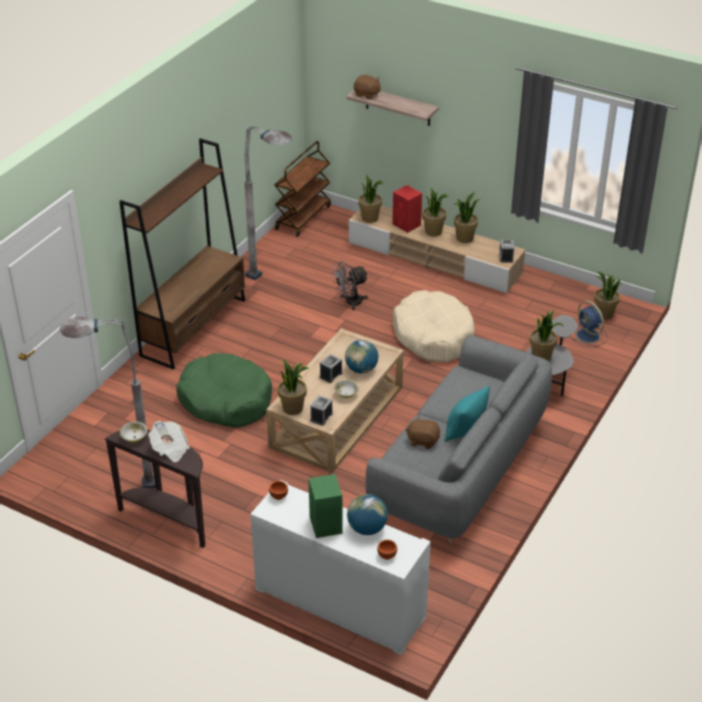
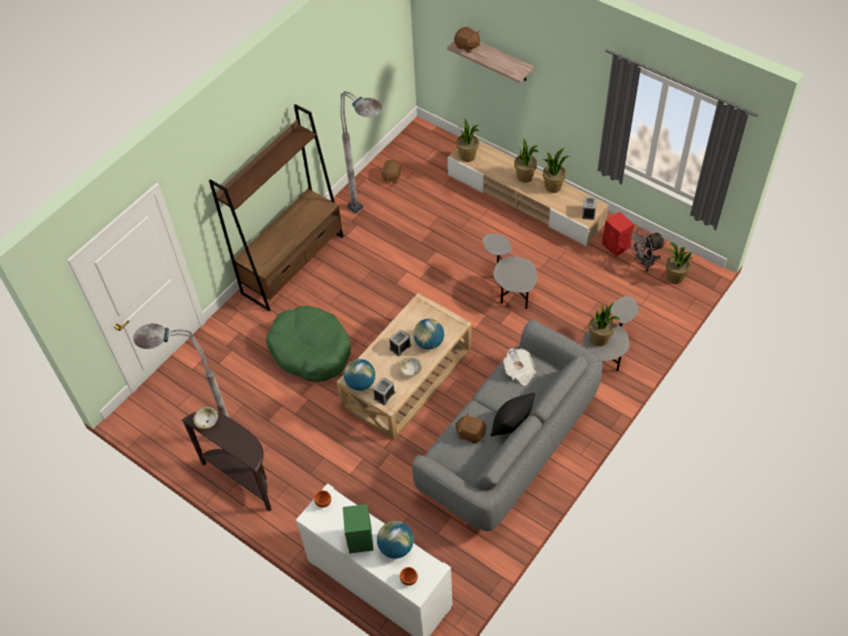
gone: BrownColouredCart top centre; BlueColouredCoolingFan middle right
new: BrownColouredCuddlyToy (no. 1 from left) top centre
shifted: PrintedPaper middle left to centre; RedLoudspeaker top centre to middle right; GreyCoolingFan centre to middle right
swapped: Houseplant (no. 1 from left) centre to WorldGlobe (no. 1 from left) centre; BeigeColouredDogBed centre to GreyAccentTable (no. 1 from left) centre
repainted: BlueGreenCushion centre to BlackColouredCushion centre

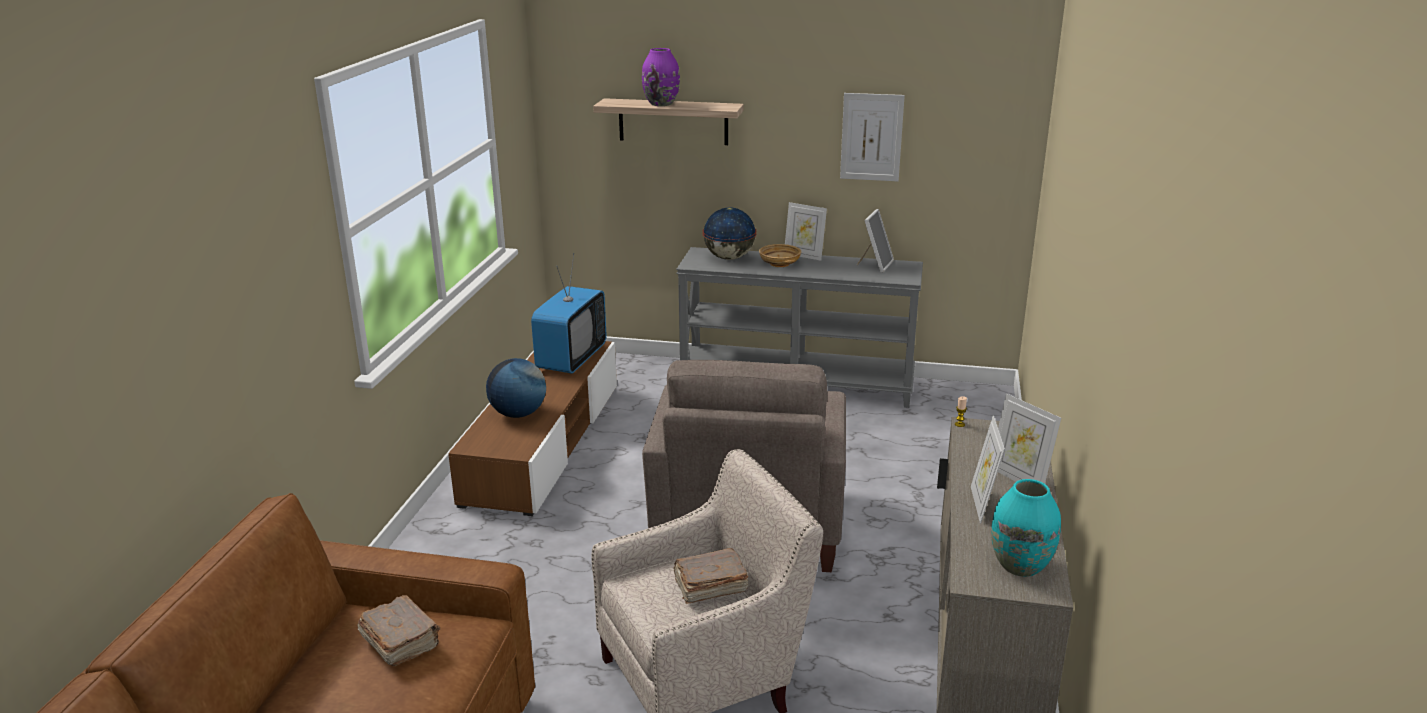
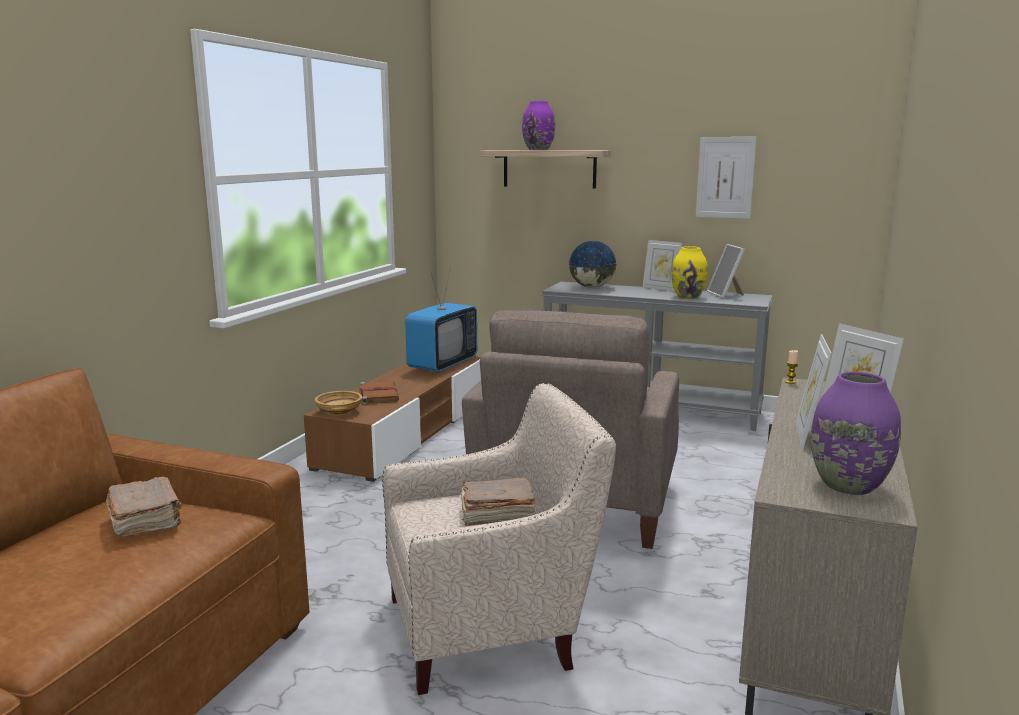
new: YellowColouredDecorativeVase middle right
shifted: BeigeColouredDeepDish centre to middle left
swapped: WorldGlobe (no. 1 from left) centre to BrownColouredBoundBook (no. 2 from left) centre
repainted: BlueGreenDecorativeVase bottom right to PurplishDecorativeVase (no. 2 from left) middle right
rotated: PhotoFrame (no. 2 from left) centre = middle right 135 degrees clockwise

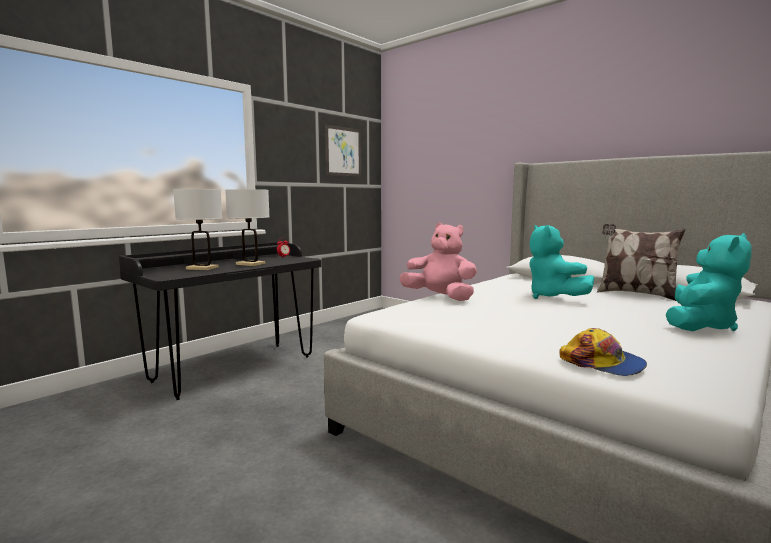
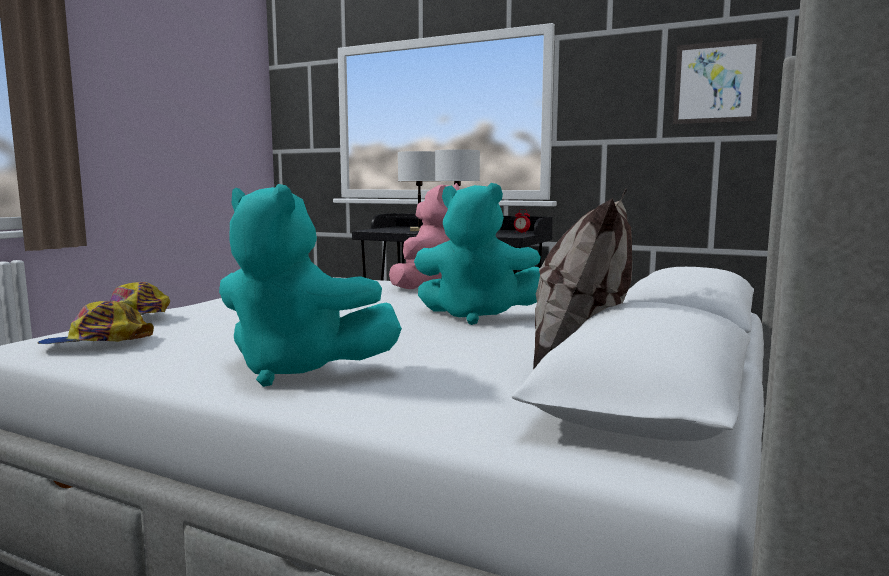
new: PeakedCap (no. 1 from left) middle left
rotated: BlueGreenCuddlyToy (no. 1 from left in the first image) middle right = centre 135 degrees counterclockwise

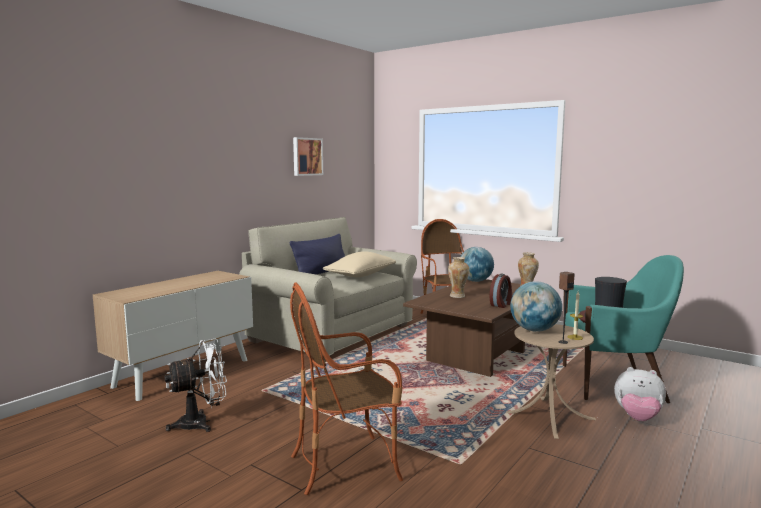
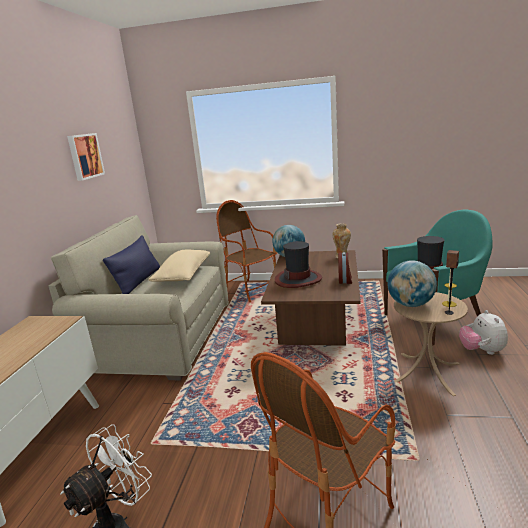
swapped: DecorativeVase (no. 1 from left) centre to ClothingHat (no. 1 from left) centre
rotated: CuddlyToy bottom right = middle right 90 degrees clockwise

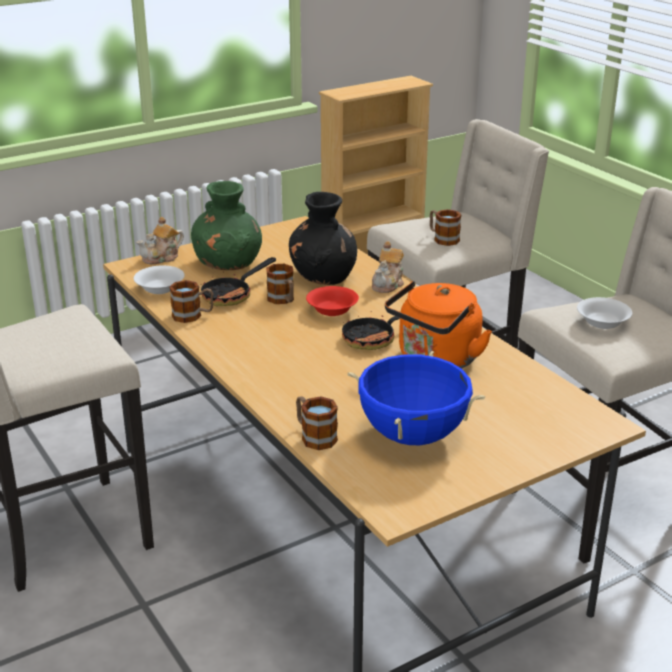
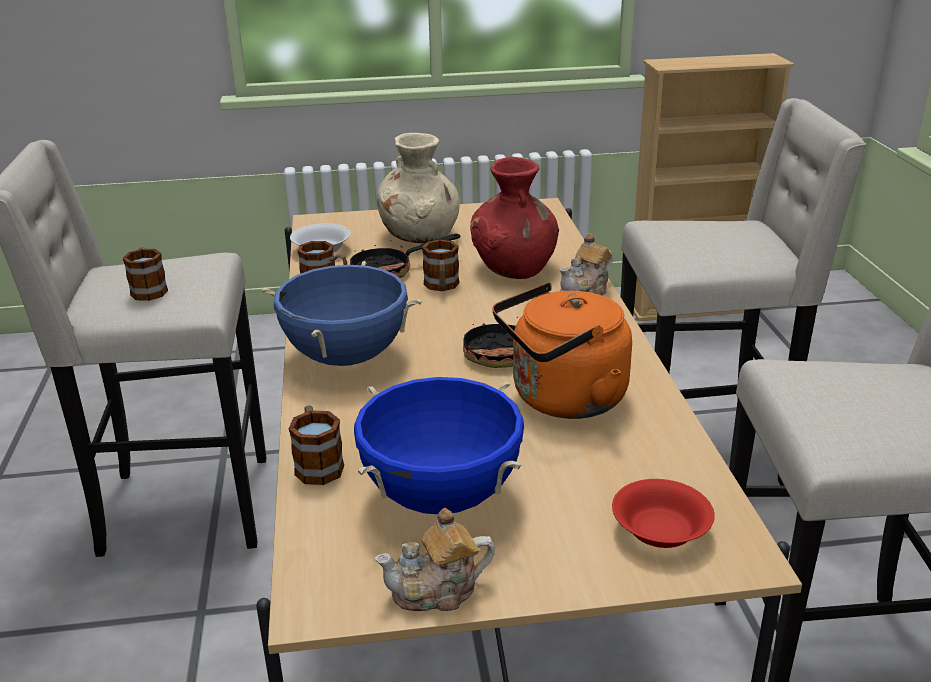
gone: WhiteColouredDeepDish (no. 2 from left) middle right
new: BlueColouredCookingPot (no. 1 from left) centre
shifted: Mug (no. 4 from left in the first image) centre to Mug (no. 1 from left) middle left; TeaPot (no. 1 from left) middle left to bottom centre; RedDeepDish centre to bottom right
repainted: GreenDecorativeVase centre to BeigeColouredDecorativeVase top centre; BlackColouredDecorativeVase centre to RedDecorativeVase top centre

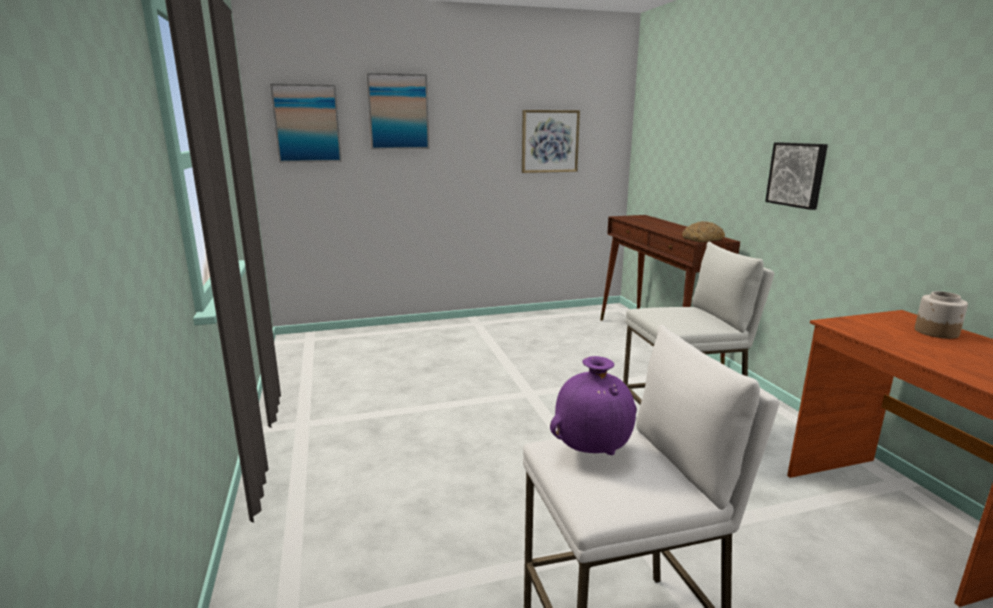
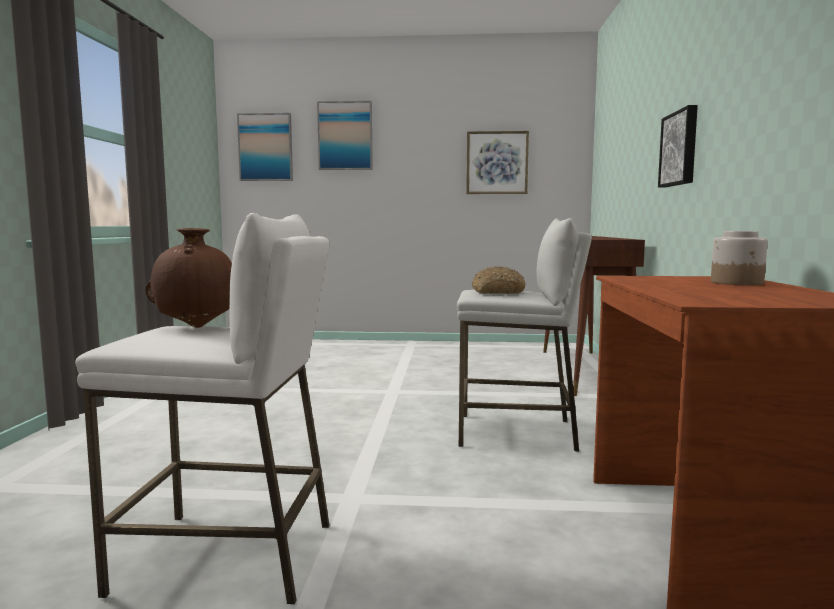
shifted: BakeryBread middle right to centre
repainted: PurplishDecorativeVase centre to BrownColouredDecorativeVase middle left

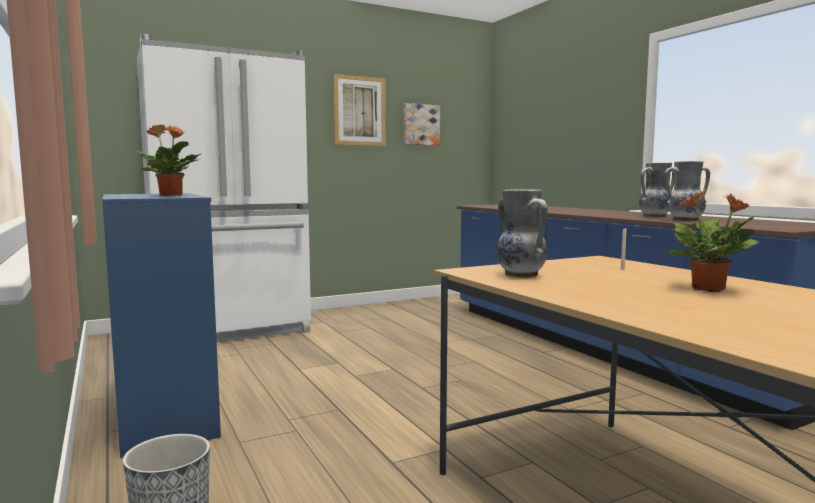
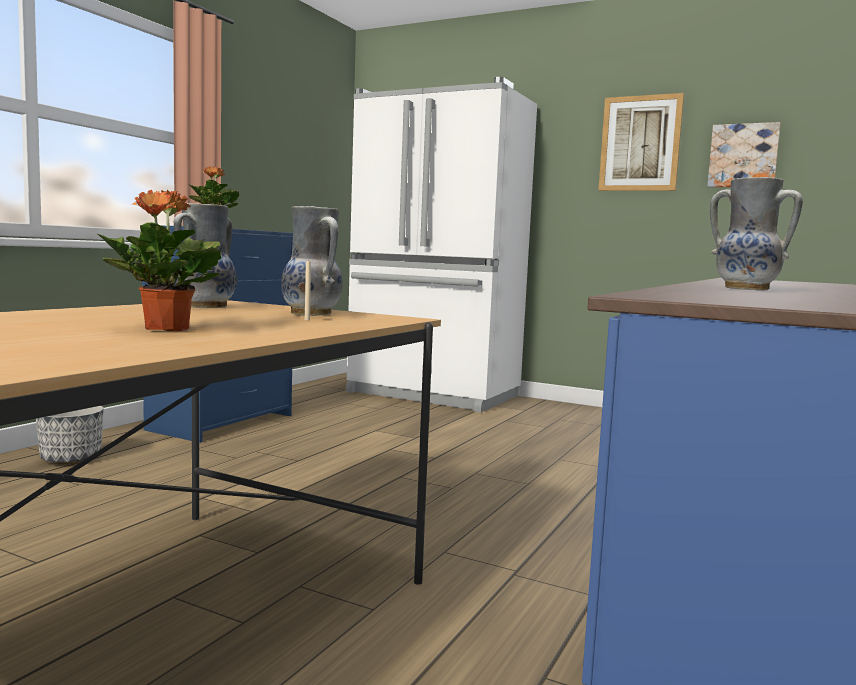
shifted: DecorativeVase (no. 3 from left in the first image) middle right to DecorativeVase (no. 2 from left) centre

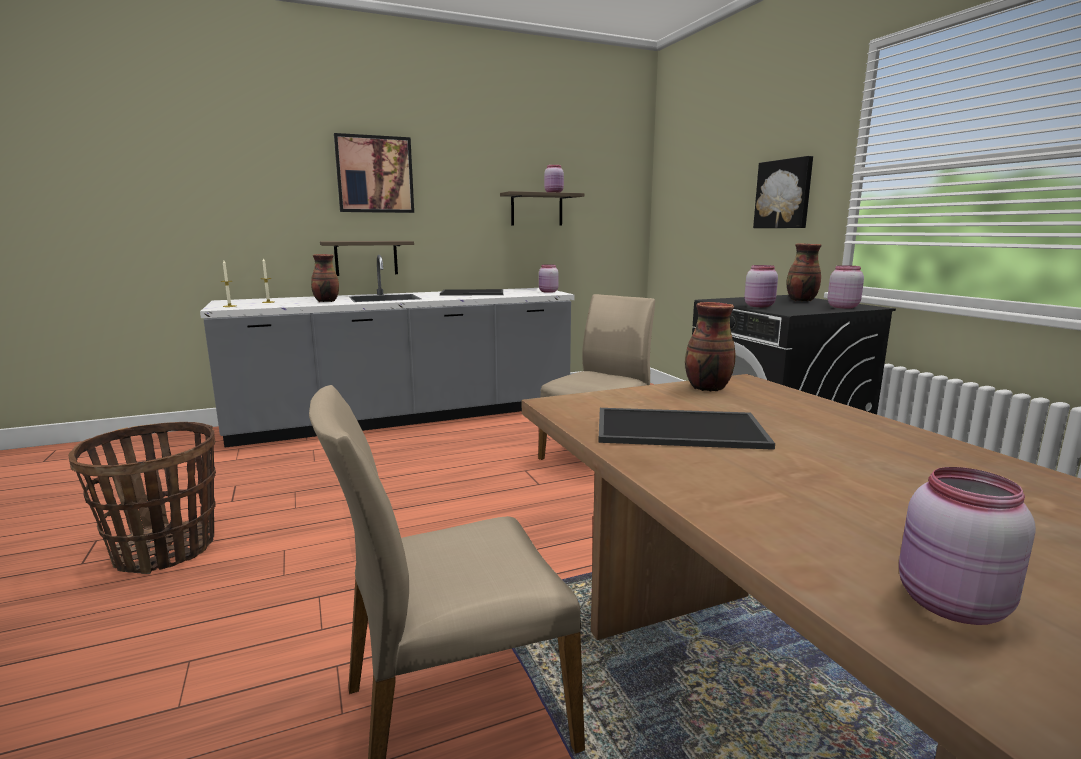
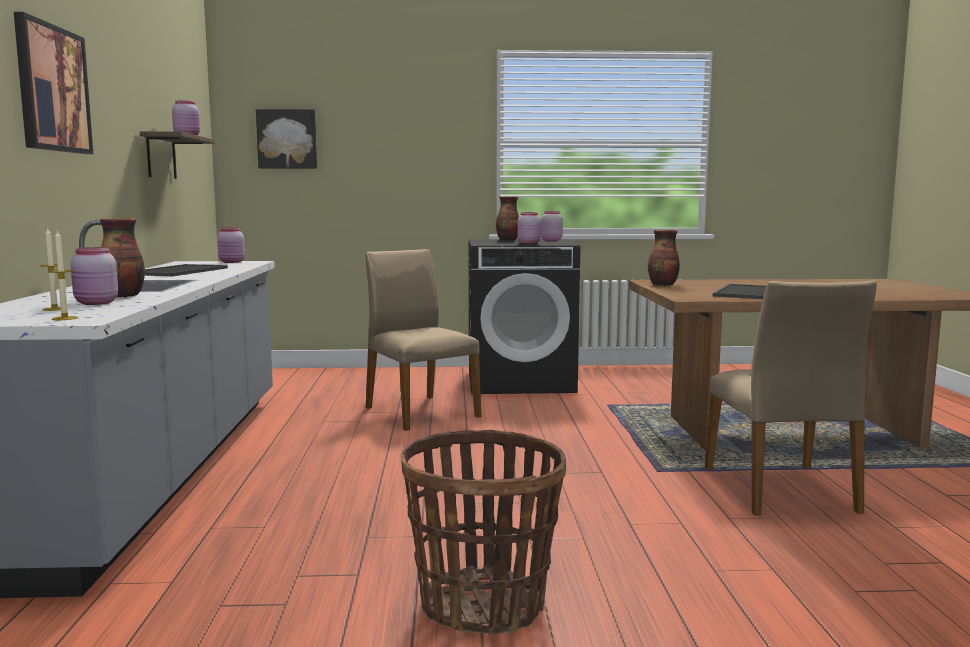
gone: BracketShelf (no. 1 from left) centre
shifted: PinkColouredPreserveJar (no. 5 from left in the first image) bottom right to PinkColouredPreserveJar (no. 1 from left) middle left; WallPicture (no. 2 from left) top right to top left

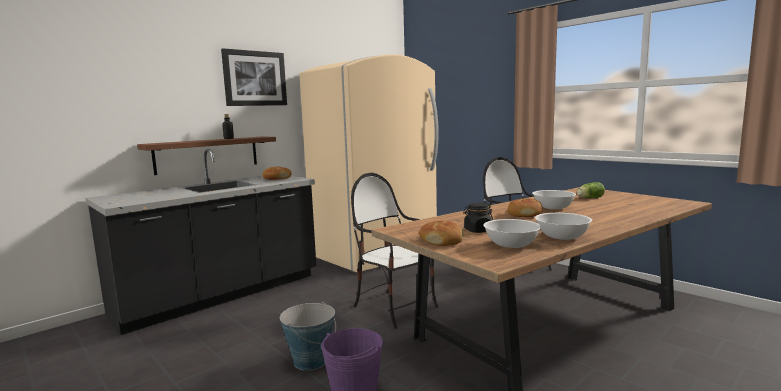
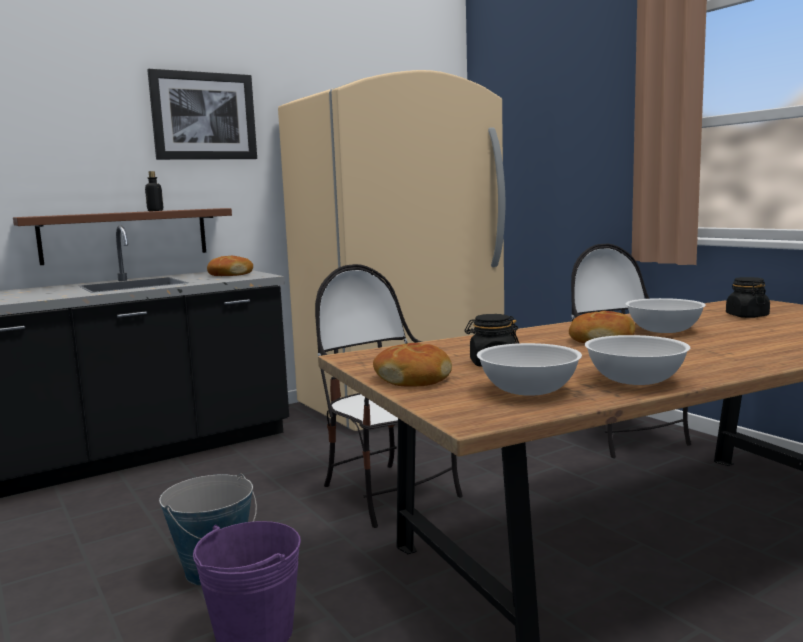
swapped: Lettuce middle right to BlackColouredPreserveJar (no. 2 from left) middle right

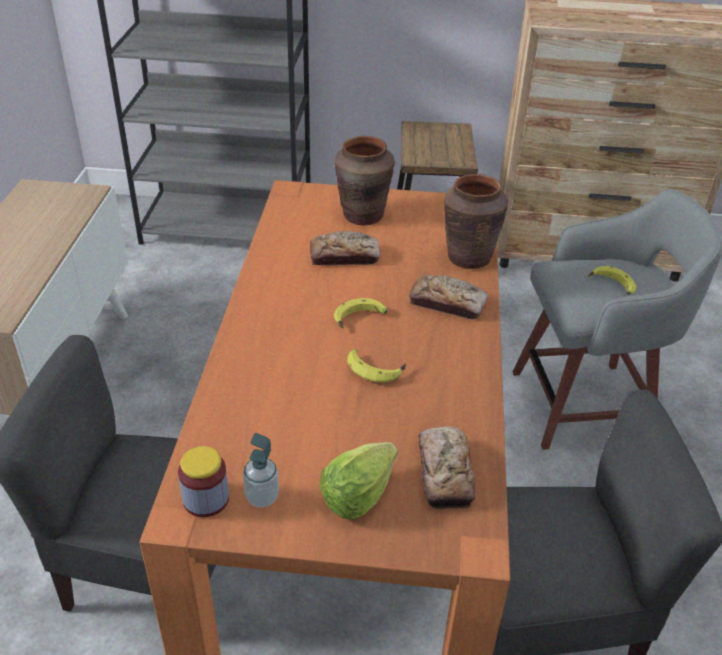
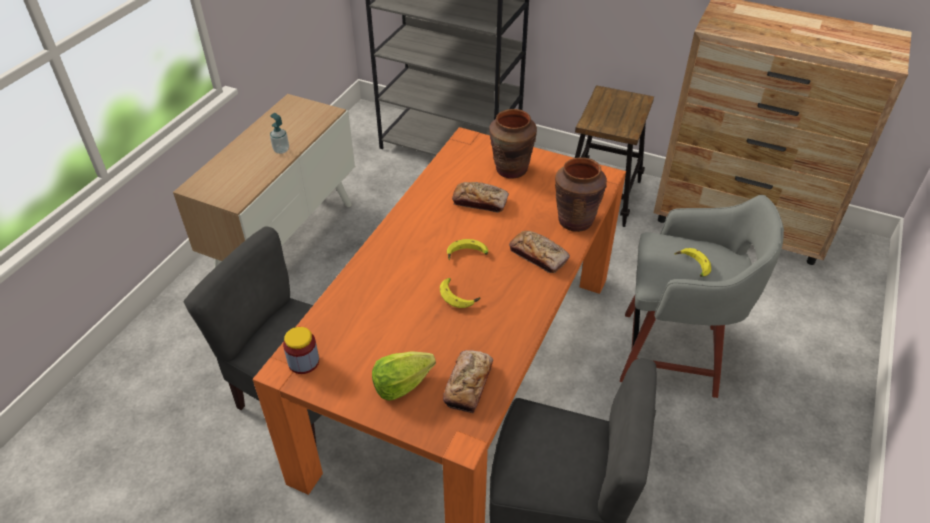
shifted: SoapBottle bottom centre to top left

